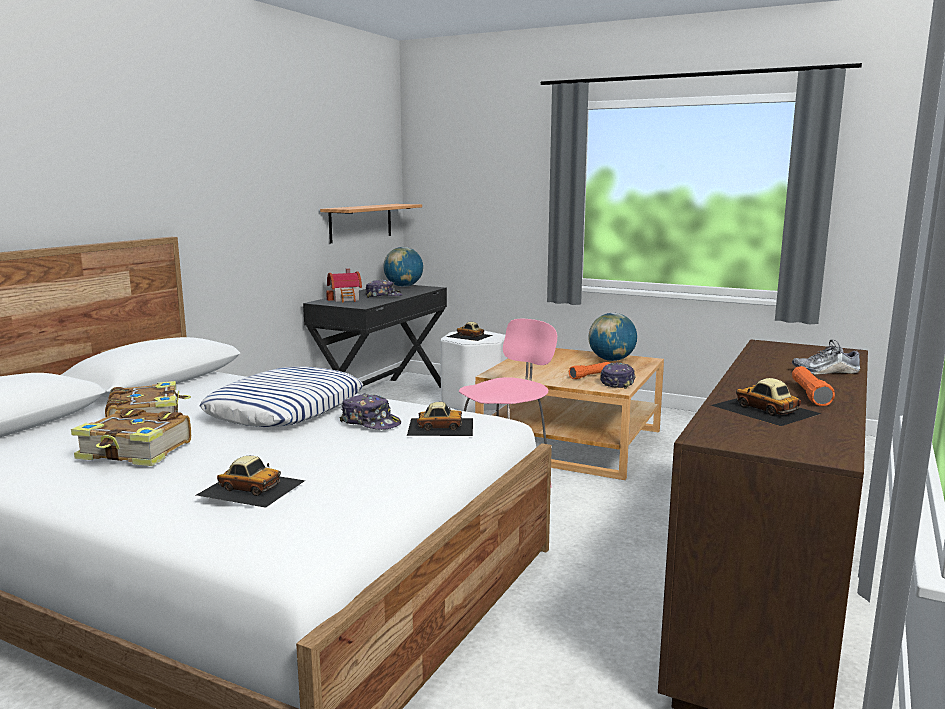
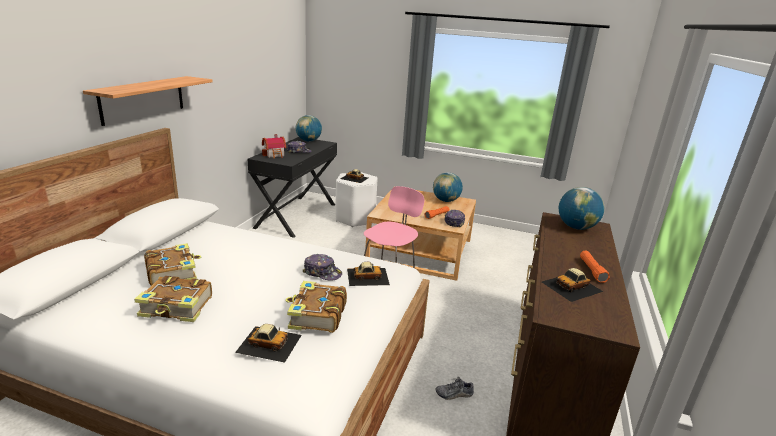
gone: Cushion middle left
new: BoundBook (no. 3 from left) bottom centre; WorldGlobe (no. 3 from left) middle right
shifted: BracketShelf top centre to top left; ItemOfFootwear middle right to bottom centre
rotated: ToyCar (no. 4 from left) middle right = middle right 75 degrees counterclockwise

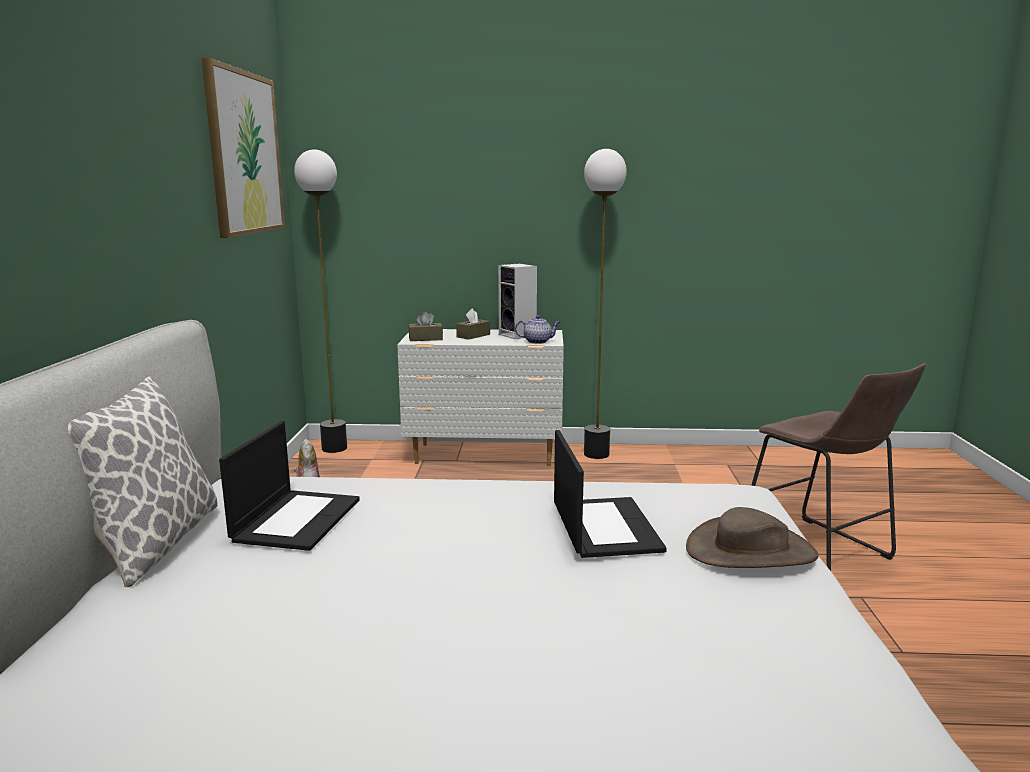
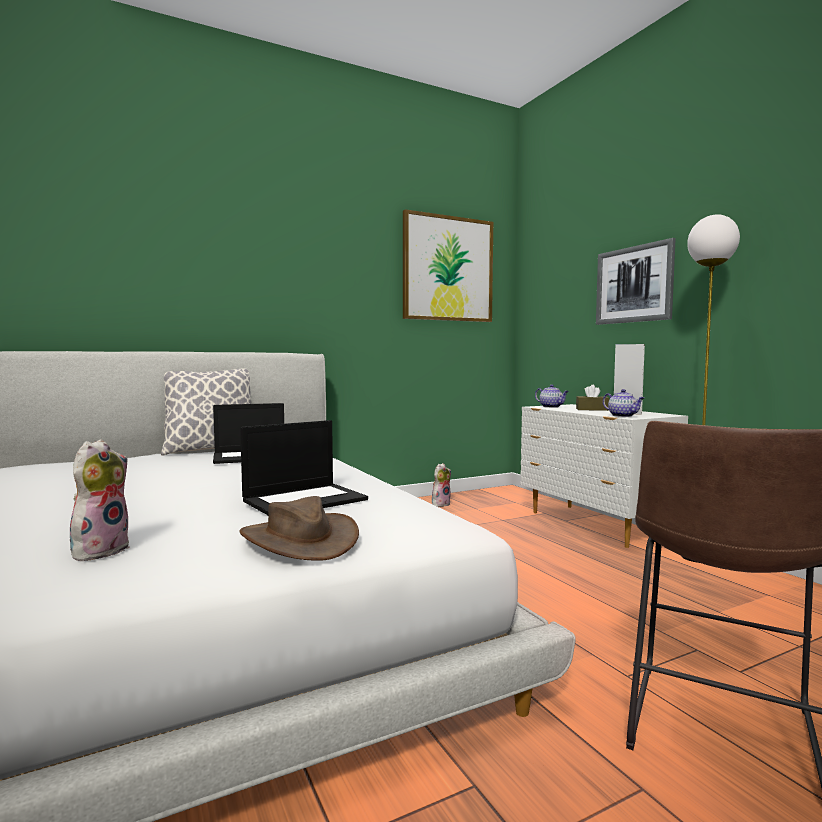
gone: StandardLamp (no. 1 from left) middle left
new: CuddlyToy (no. 1 from left) middle left; WallPicture (no. 2 from left) middle right
swapped: BrownColouredBoxOfTissues (no. 1 from left) centre to TeaPot (no. 1 from left) middle right

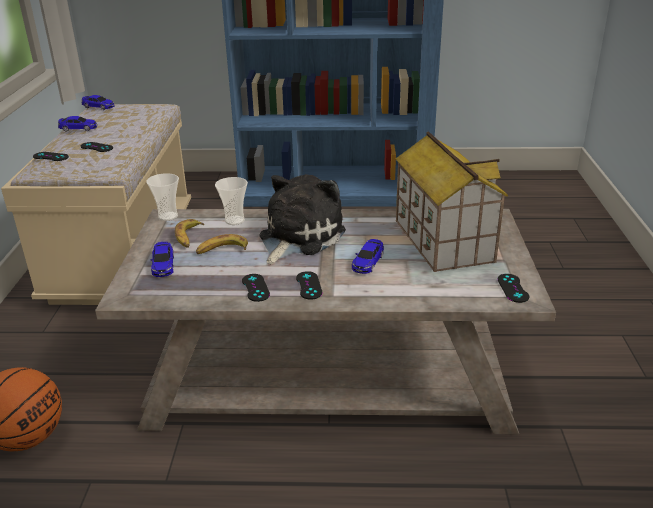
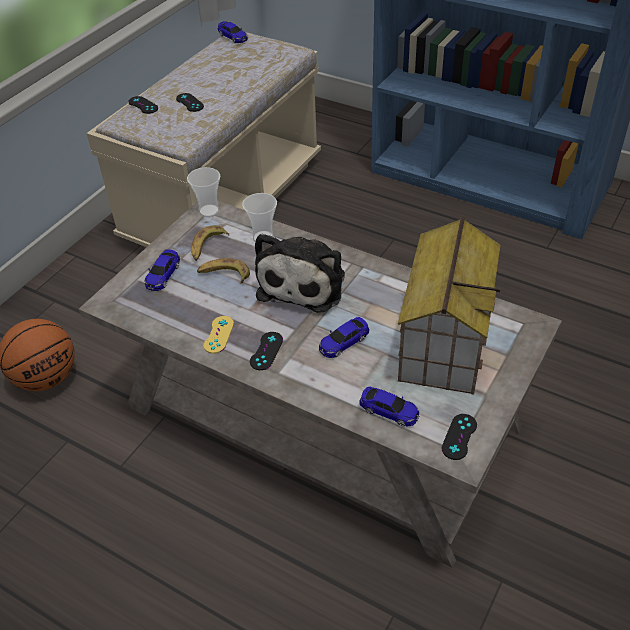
shifted: ToyCar (no. 1 from left in the first image) top left to ToyCar (no. 4 from left) centre
repainted: BlackColouredGameController (no. 3 from left) centre to YellowColouredGameController centre
rotated: CuddlyToy centre = centre 135 degrees clockwise

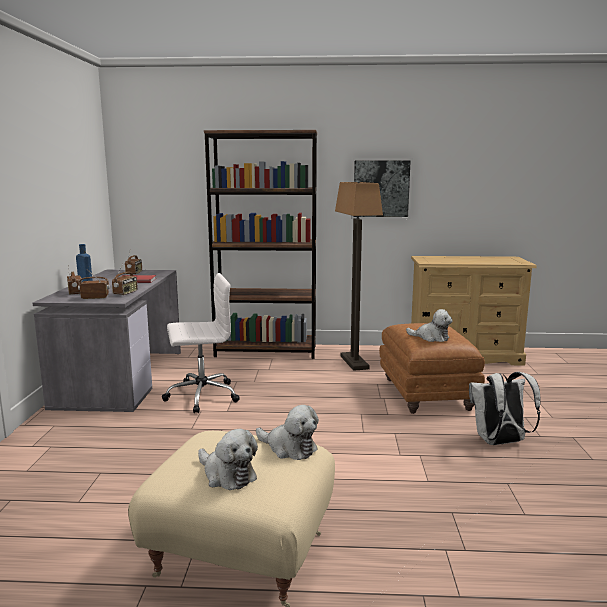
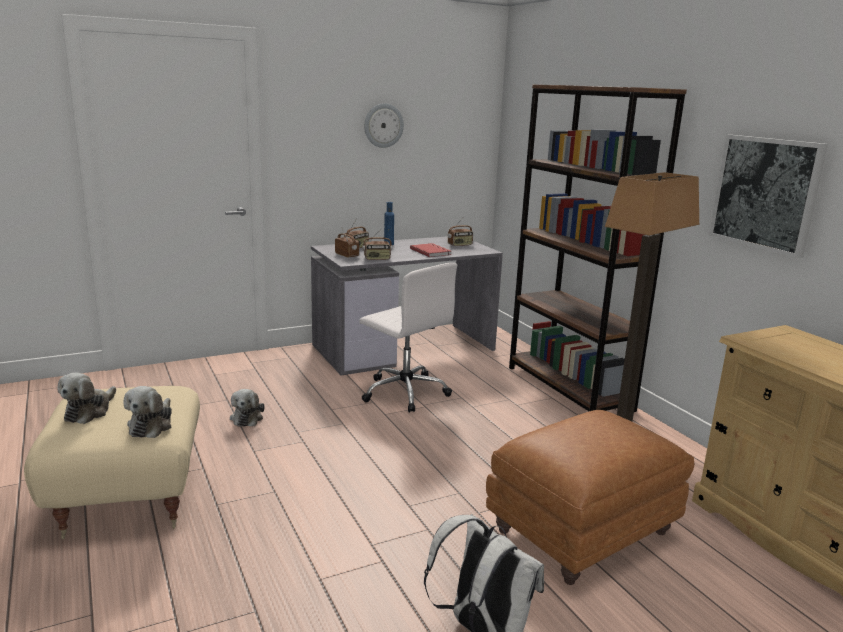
new: ClockOnTheWall top centre
shifted: CuddlyToy (no. 3 from left) middle right to middle left

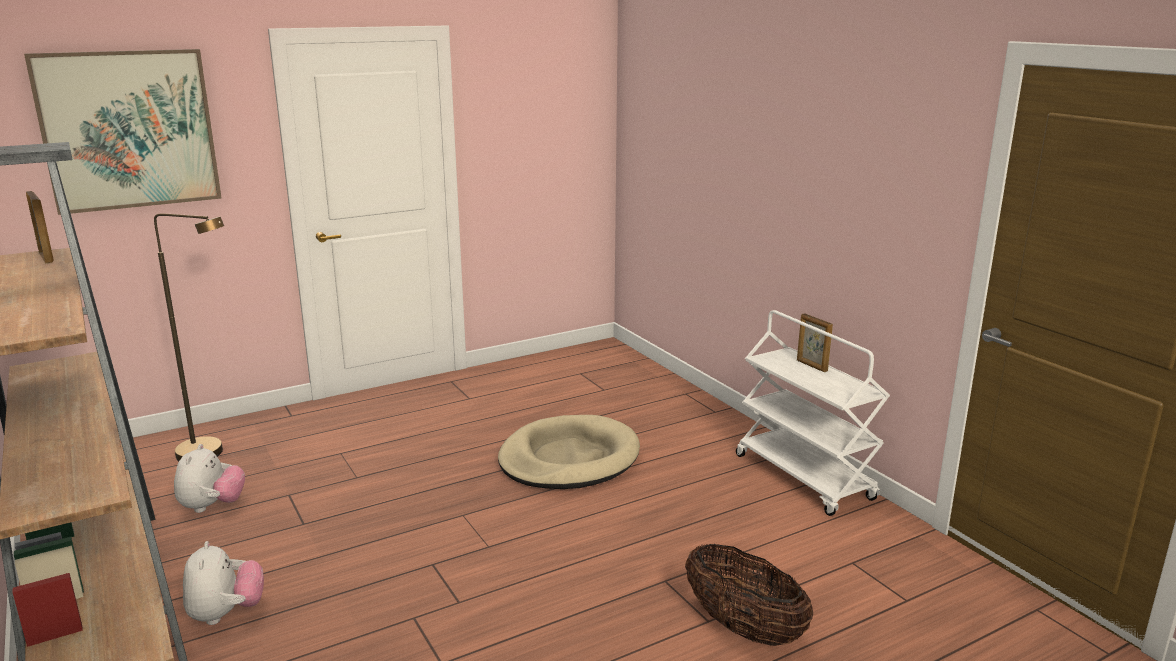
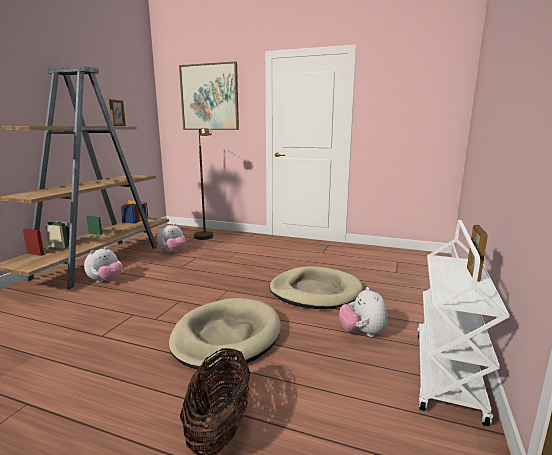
new: BeigeColouredDogBed (no. 1 from left) bottom centre; CuddlyToy (no. 3 from left) bottom centre

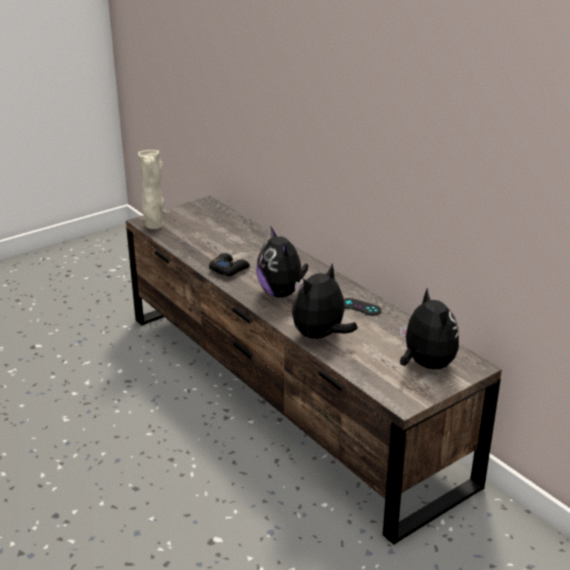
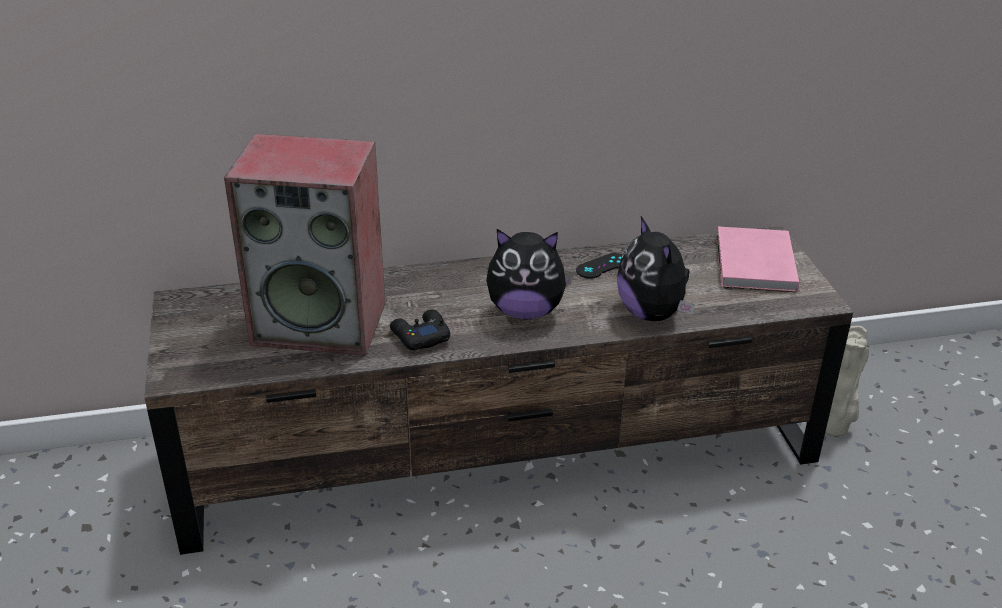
new: Loudspeaker middle left
shifted: BeigeColouredDecorativeVase top left to middle right
swapped: CuddlyToy (no. 3 from left) middle right to PinkColouredBoundBook middle right

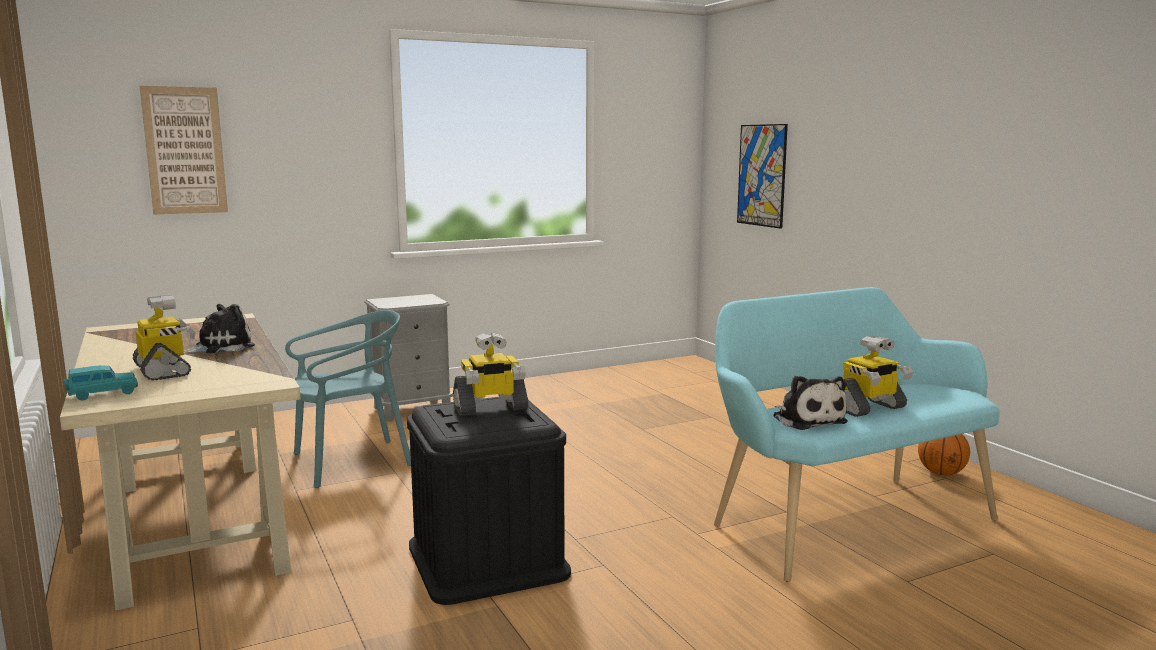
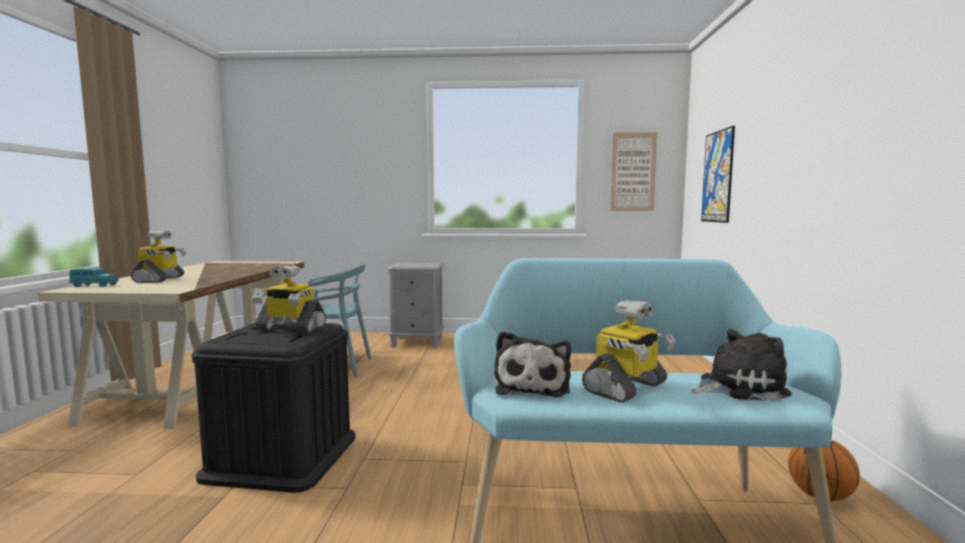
shifted: WallPicture (no. 1 from left) top left to top centre; CuddlyToy (no. 1 from left in the first image) middle left to CuddlyToy (no. 2 from left) bottom right
rotated: ToyRobot (no. 3 from left) middle right = centre 45 degrees counterclockwise

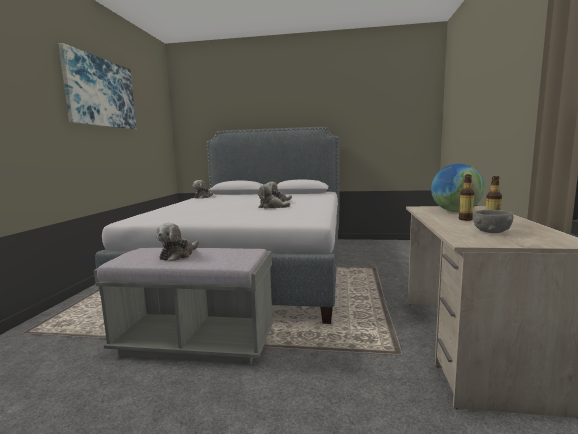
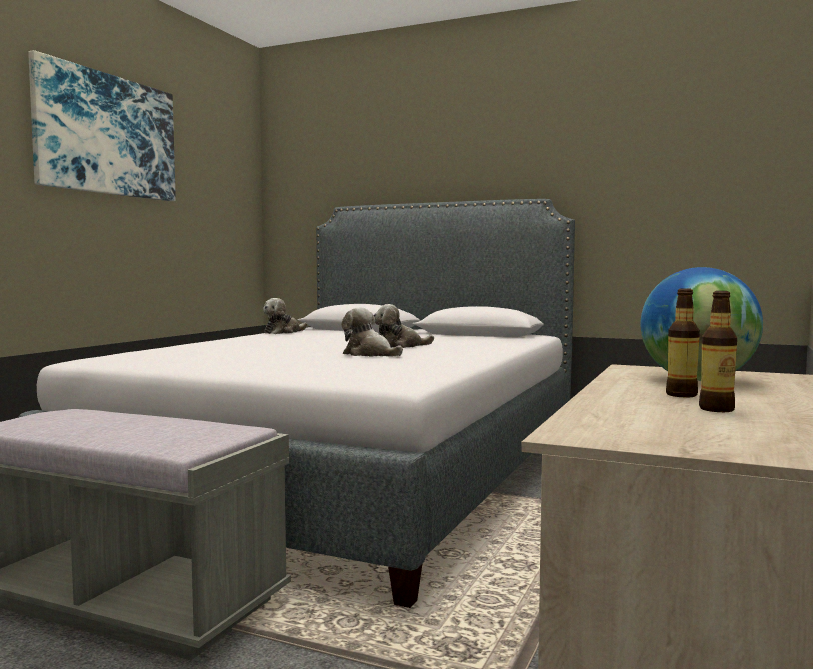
gone: CuddlyToy (no. 1 from left) middle left; GreyDeepDish middle right

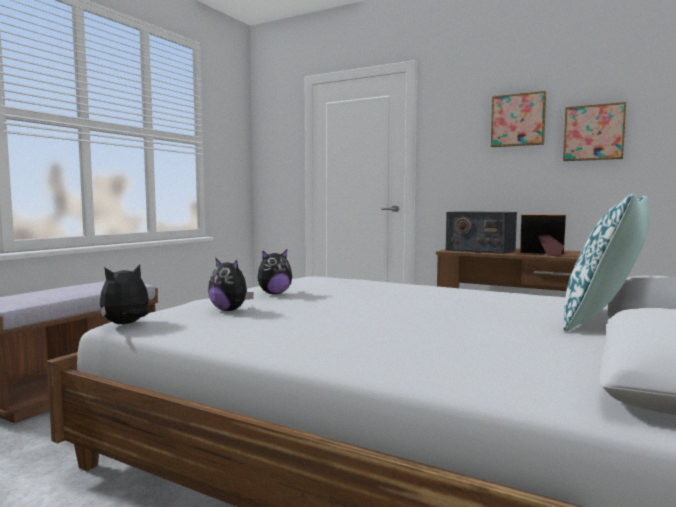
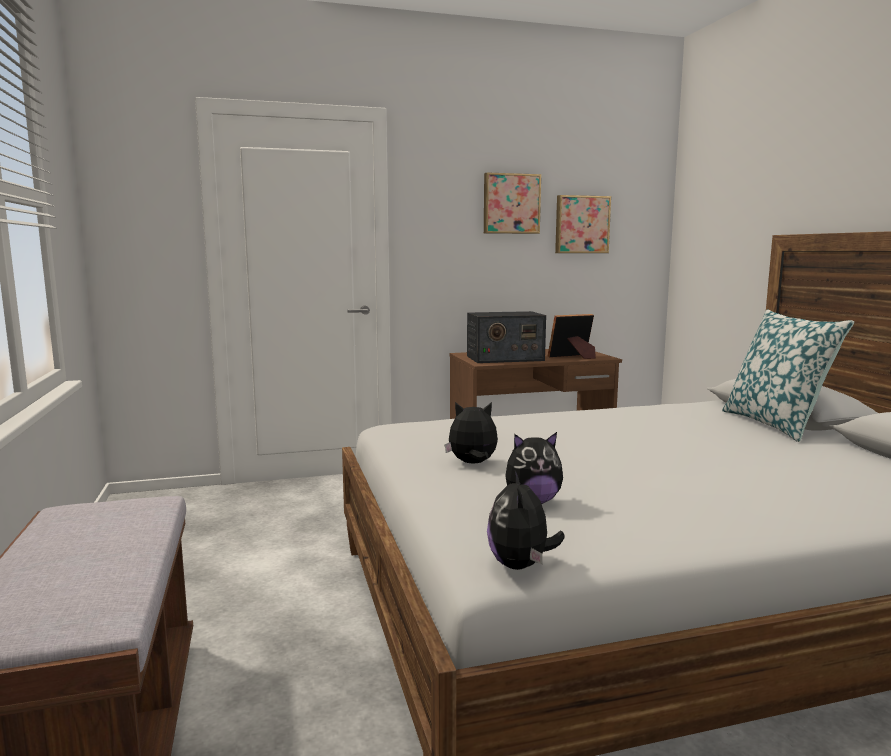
rotated: CuddlyToy (no. 3 from left in the first image) centre = centre 105 degrees counterclockwise

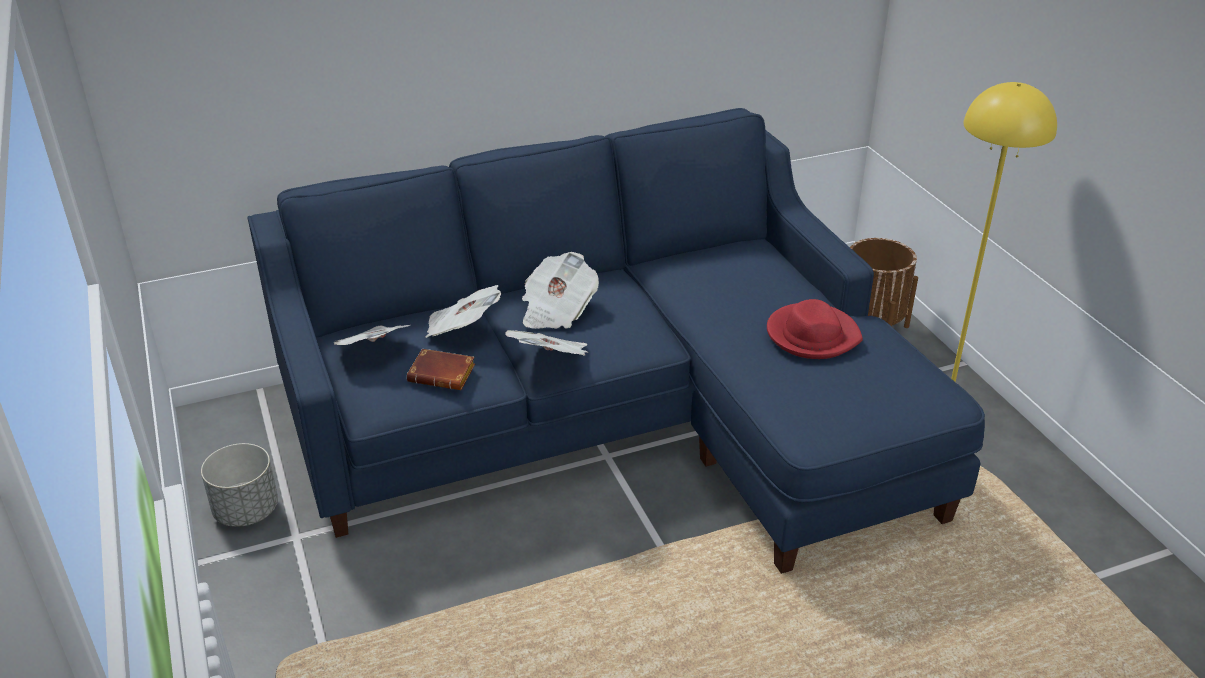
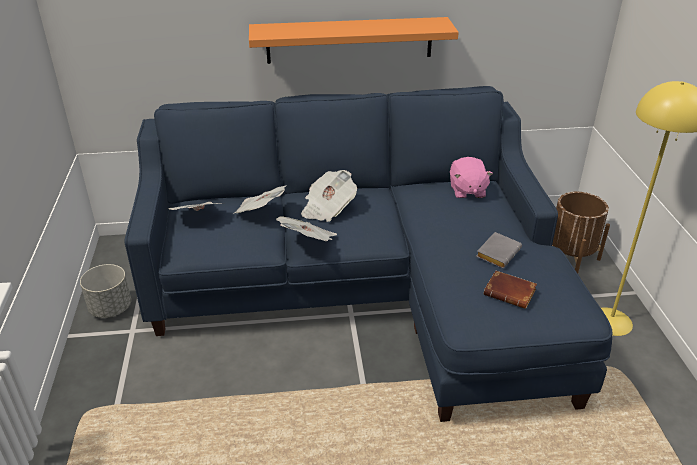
new: OrangeyBracketShelf top centre; PinkColouredCuddlyToy middle right
shifted: BrownColouredBoundBook centre to middle right
swapped: RedClothingHat middle right to GreyBoundBook middle right

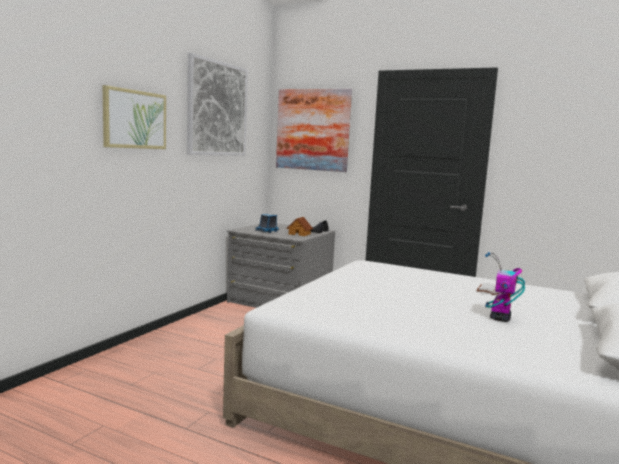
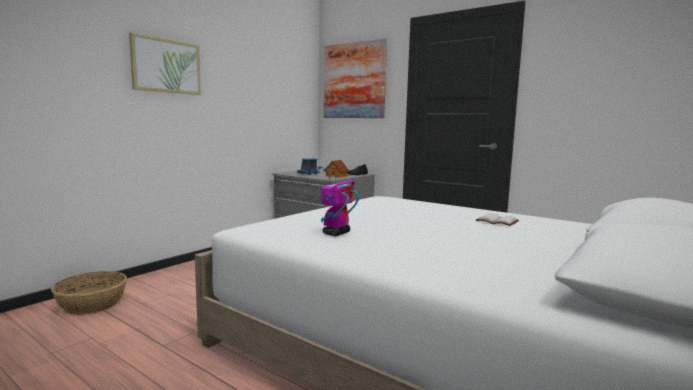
gone: WallPicture (no. 2 from left) top centre
new: Basket bottom left
shifted: ToyRobot middle right to centre

